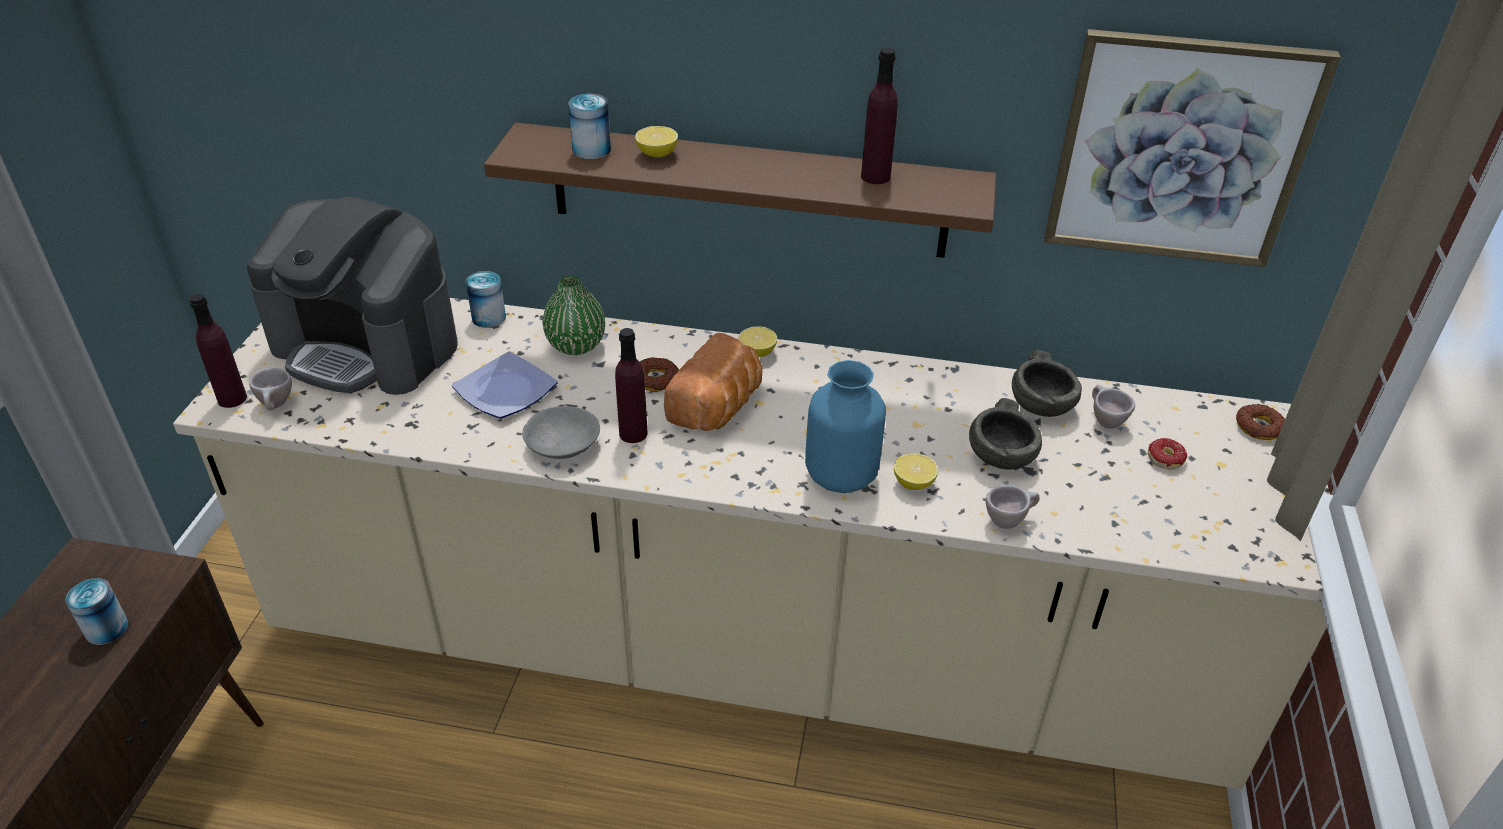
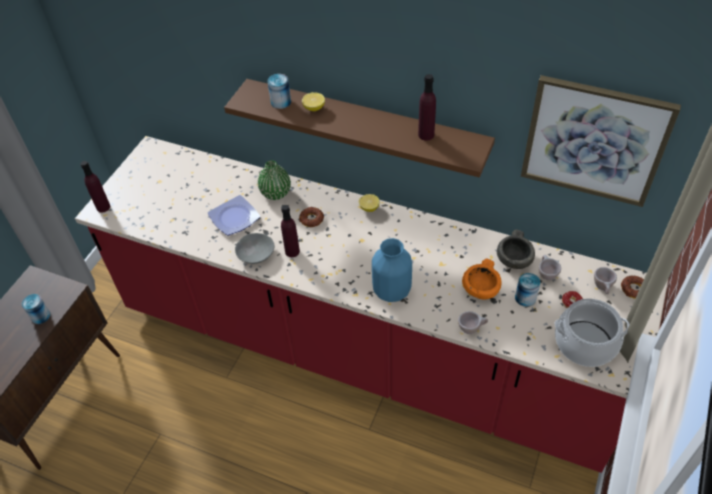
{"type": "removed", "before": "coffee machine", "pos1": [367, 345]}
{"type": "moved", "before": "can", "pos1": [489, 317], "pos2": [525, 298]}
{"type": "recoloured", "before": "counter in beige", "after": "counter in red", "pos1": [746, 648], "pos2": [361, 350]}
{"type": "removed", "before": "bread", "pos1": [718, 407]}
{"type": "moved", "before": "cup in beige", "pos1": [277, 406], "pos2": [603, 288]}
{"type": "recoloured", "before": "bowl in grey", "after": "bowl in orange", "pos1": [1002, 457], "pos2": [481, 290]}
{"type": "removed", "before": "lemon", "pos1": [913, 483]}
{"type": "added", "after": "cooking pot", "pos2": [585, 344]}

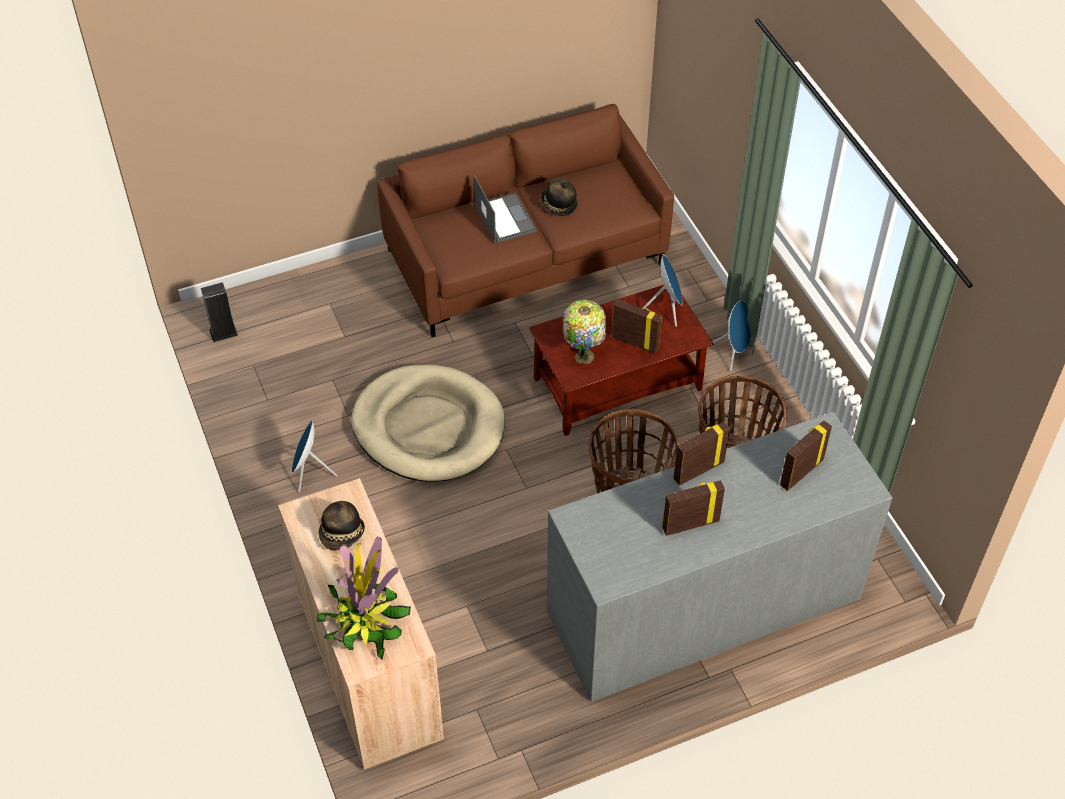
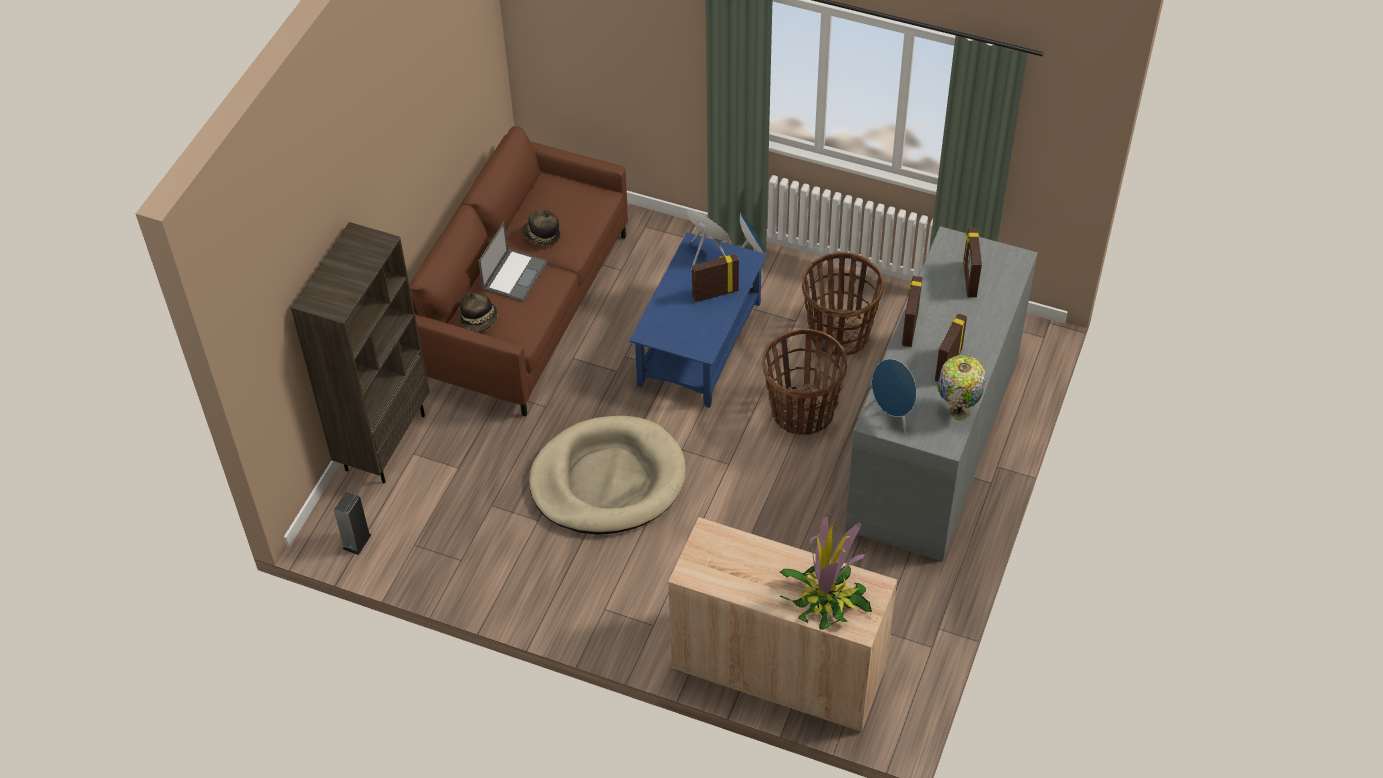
{"type": "turned", "before": "laptop", "pos1": [504, 218], "pos2": [515, 275], "turn": 90}
{"type": "recoloured", "before": "coffee table in brown", "after": "coffee table in blue", "pos1": [618, 383], "pos2": [699, 343]}
{"type": "moved", "before": "table lamp", "pos1": [583, 355], "pos2": [957, 411]}
{"type": "moved", "before": "speaker in blue", "pos1": [310, 473], "pos2": [893, 415]}
{"type": "moved", "before": "hat", "pos1": [342, 535], "pos2": [480, 319]}
{"type": "added", "after": "bookcase in brown", "pos2": [384, 441]}

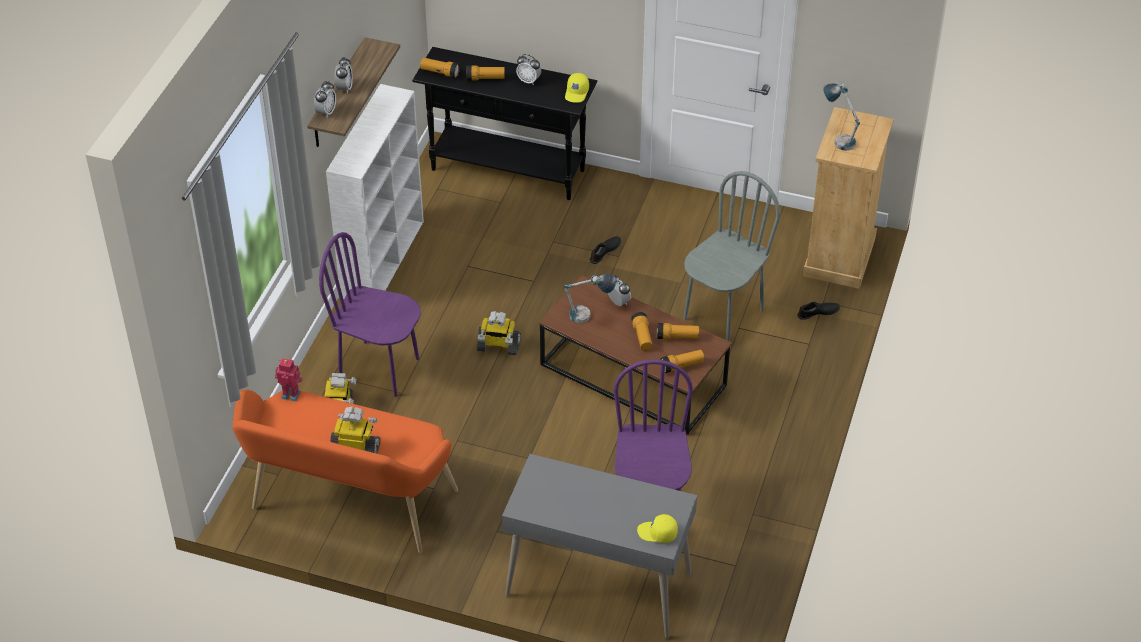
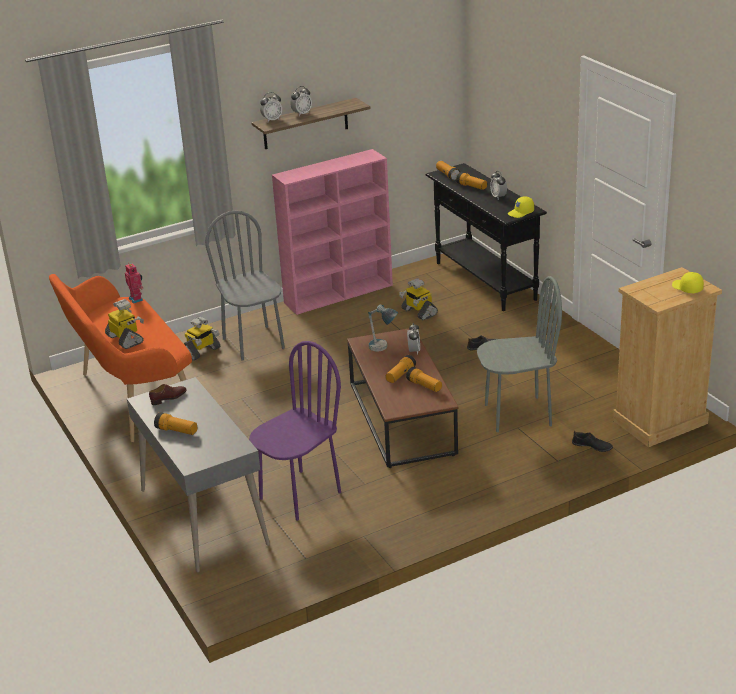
{"type": "removed", "before": "table lamp", "pos1": [838, 139]}
{"type": "recoloured", "before": "bookcase in white", "after": "bookcase in pink", "pos1": [383, 260], "pos2": [339, 293]}
{"type": "recoloured", "before": "chair in purple", "after": "chair in grey", "pos1": [379, 369], "pos2": [254, 343]}
{"type": "moved", "before": "toy robot", "pos1": [498, 346], "pos2": [418, 312]}
{"type": "moved", "before": "flashlight", "pos1": [682, 366], "pos2": [177, 431]}
{"type": "moved", "before": "cap in yellow", "pos1": [657, 533], "pos2": [687, 288]}
{"type": "added", "after": "shoe in brown", "pos2": [169, 398]}

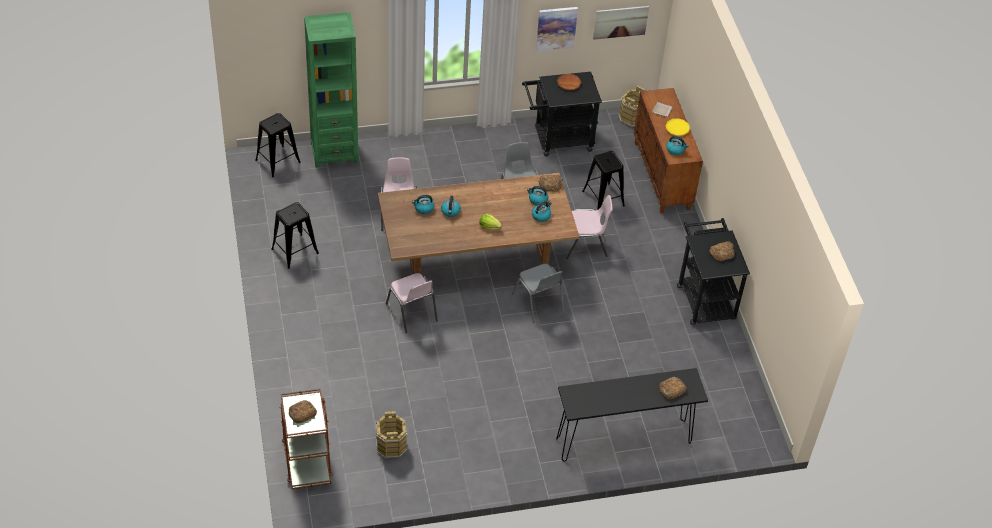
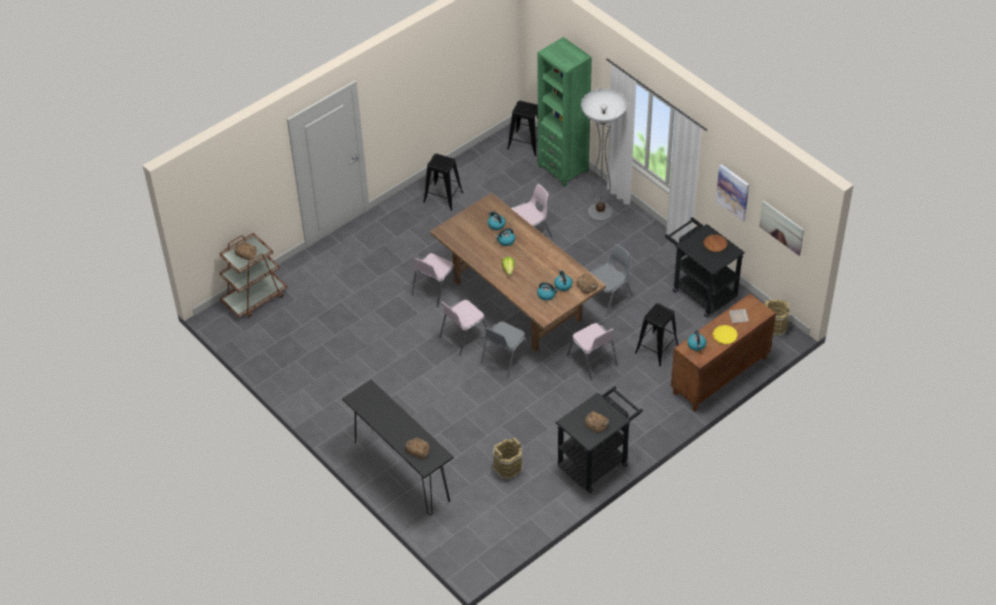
{"type": "moved", "before": "bucket in brown", "pos1": [391, 446], "pos2": [508, 468]}
{"type": "added", "after": "floor lamp", "pos2": [600, 212]}
{"type": "added", "after": "chair in pink", "pos2": [463, 336]}

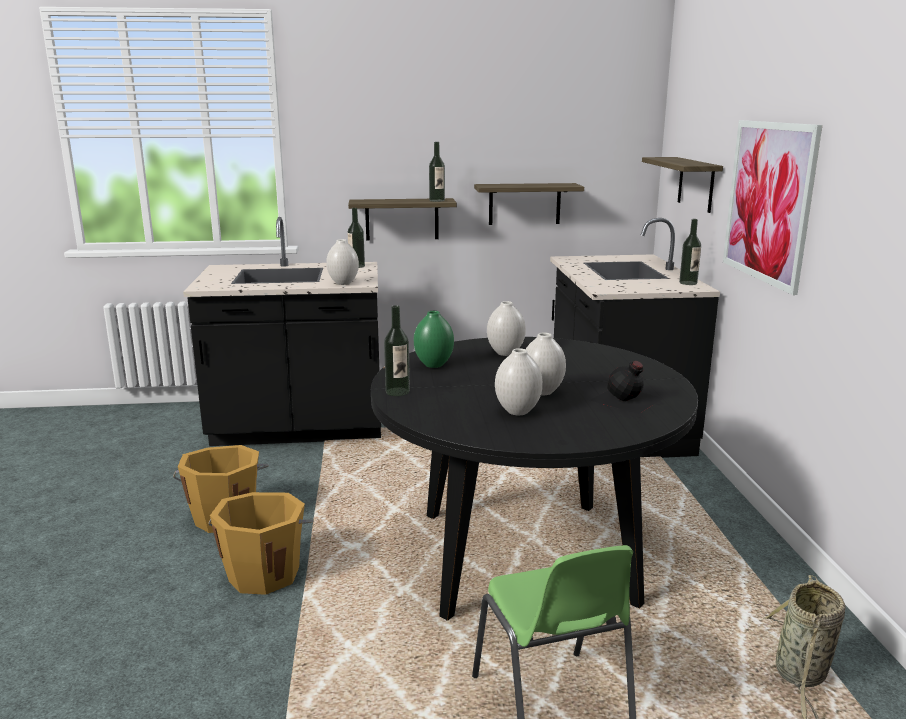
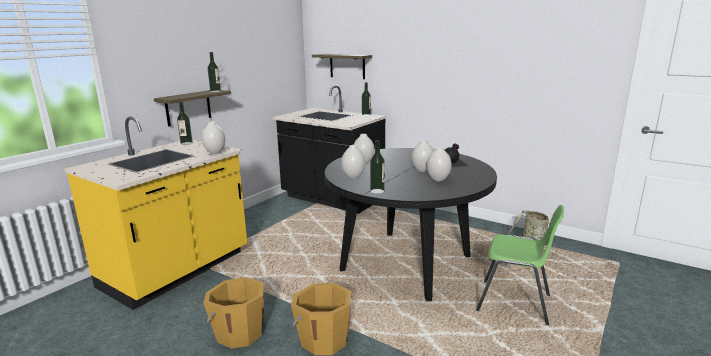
{"type": "removed", "before": "picture", "pos1": [768, 202]}
{"type": "removed", "before": "shelf", "pos1": [524, 204]}
{"type": "recoloured", "before": "counter in black", "after": "counter in yellow", "pos1": [299, 428], "pos2": [177, 271]}
{"type": "recoloured", "before": "vase in green", "after": "vase in white", "pos1": [434, 364], "pos2": [353, 176]}

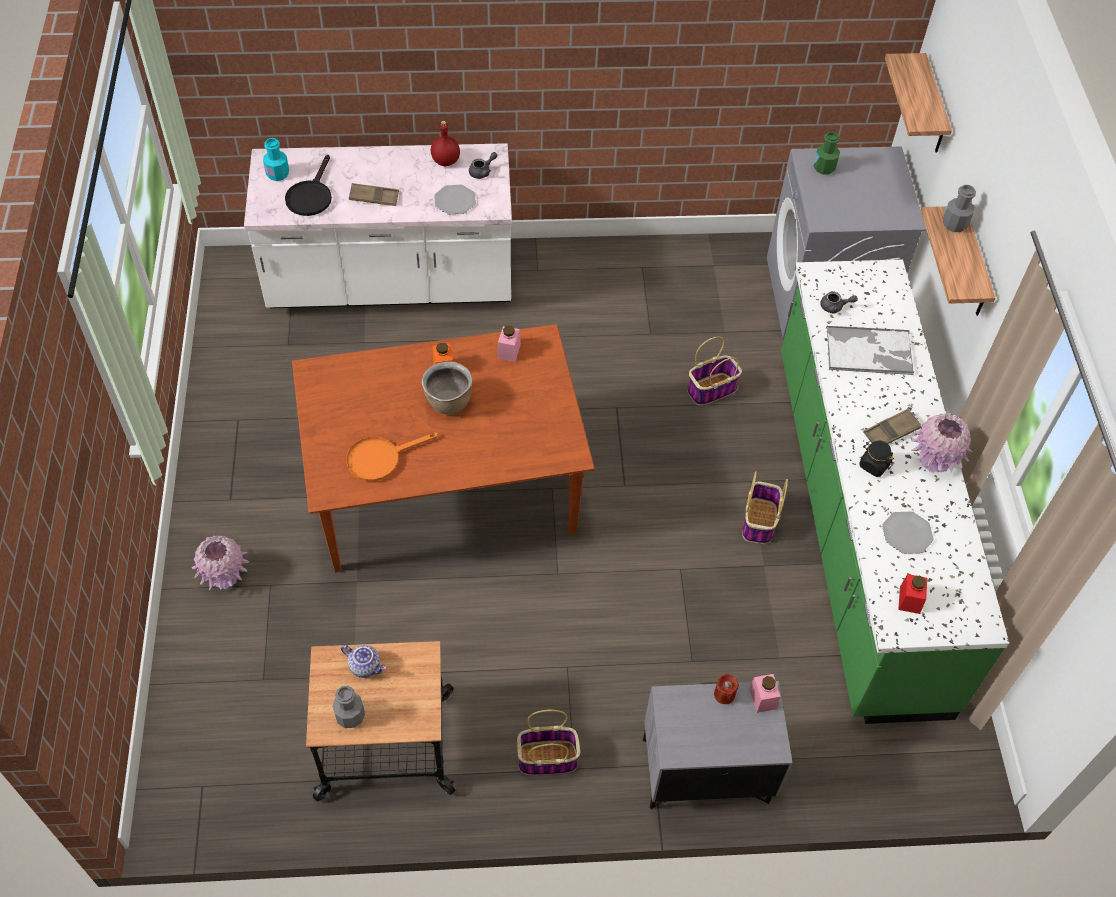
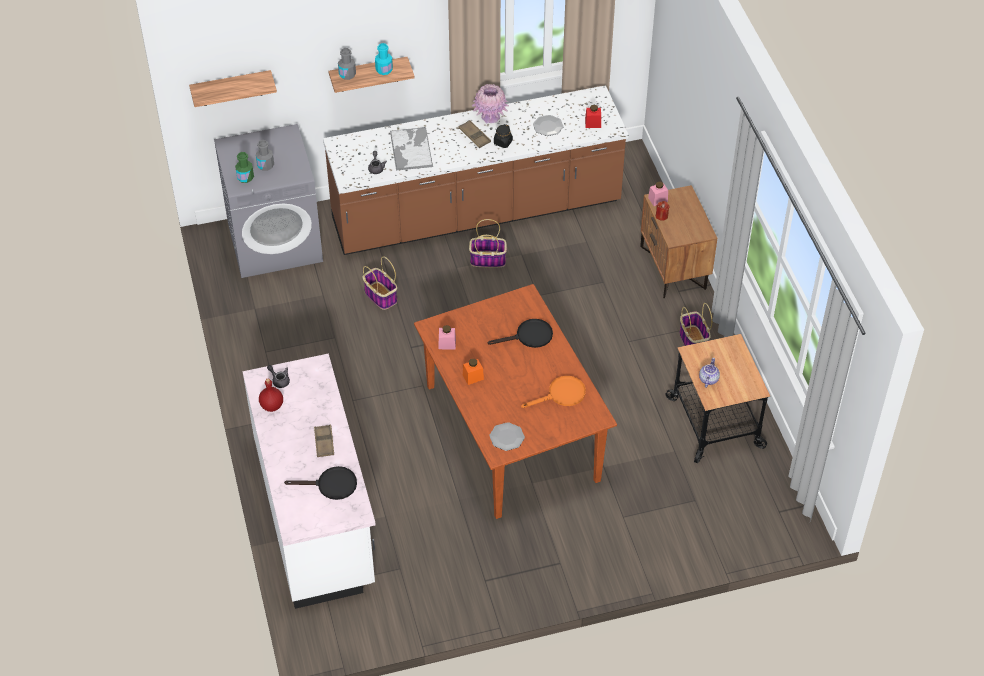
{"type": "moved", "before": "bottle in turquoise", "pos1": [278, 174], "pos2": [384, 70]}
{"type": "moved", "before": "plate", "pos1": [455, 200], "pos2": [507, 437]}
{"type": "recoloured", "before": "counter in green", "after": "counter in brown", "pos1": [856, 525], "pos2": [476, 213]}
{"type": "removed", "before": "cooking pot in brown", "pos1": [448, 402]}
{"type": "turned", "before": "frying pan in orange", "pos1": [380, 458], "pos2": [561, 395], "turn": -75}
{"type": "removed", "before": "vase in pink", "pos1": [224, 576]}
{"type": "recoloured", "before": "nightstand in grey", "after": "nightstand in brown", "pos1": [705, 772], "pos2": [674, 267]}
{"type": "moved", "before": "bottle in grey", "pos1": [350, 716], "pos2": [265, 165]}
{"type": "added", "after": "frying pan in black", "pos2": [529, 336]}

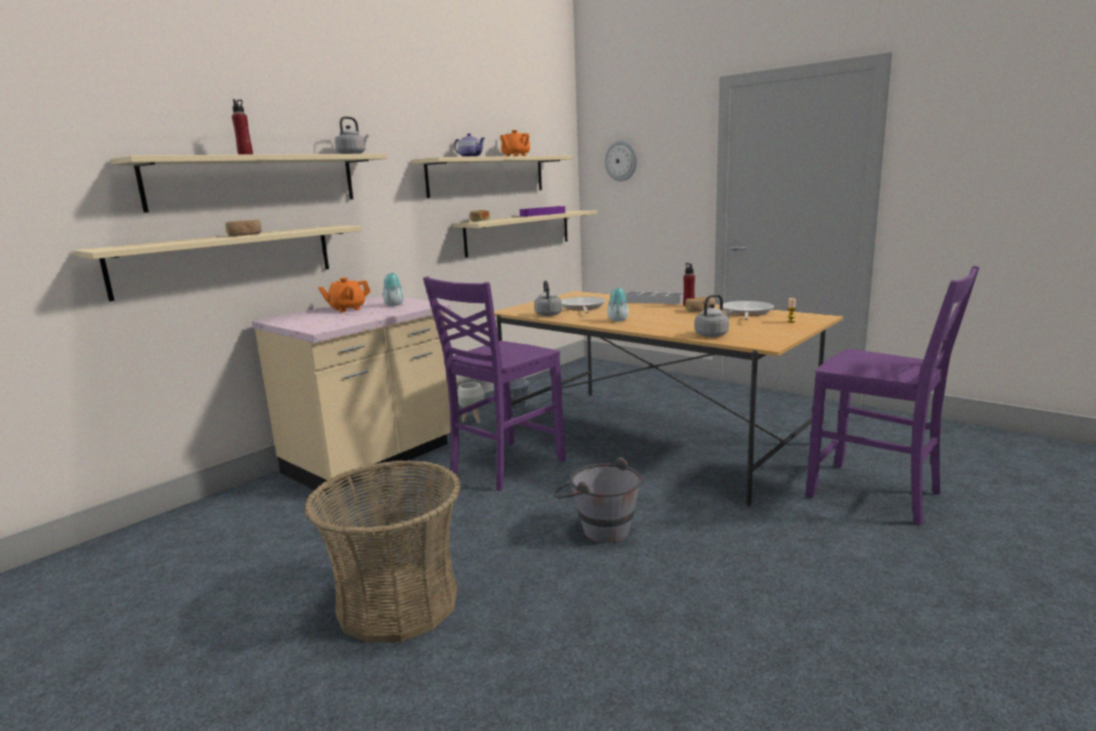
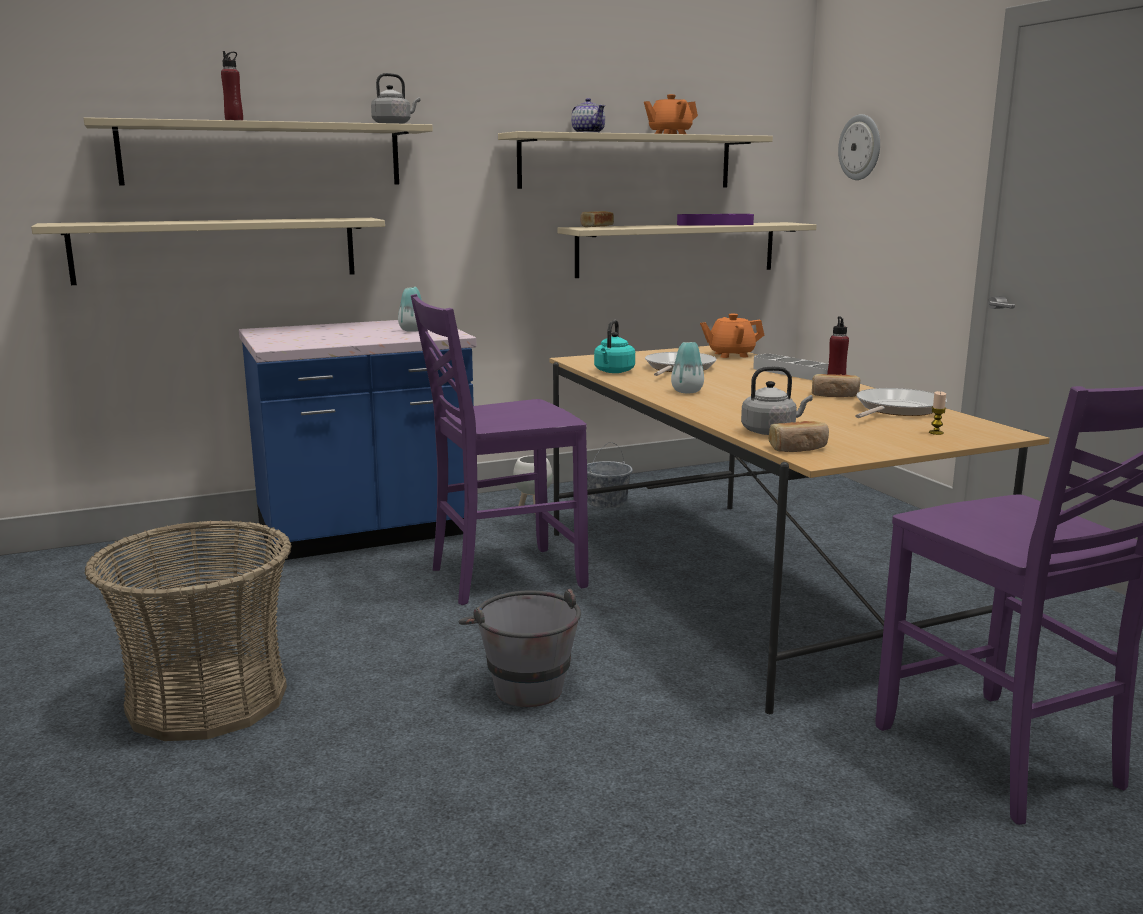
{"type": "moved", "before": "bread", "pos1": [245, 235], "pos2": [798, 448]}
{"type": "moved", "before": "teapot in orange", "pos1": [347, 309], "pos2": [730, 355]}
{"type": "recoloured", "before": "kettle in grey", "after": "kettle in turquoise", "pos1": [548, 315], "pos2": [613, 371]}
{"type": "recoloured", "before": "counter in beige", "after": "counter in blue", "pos1": [373, 460], "pos2": [366, 533]}

